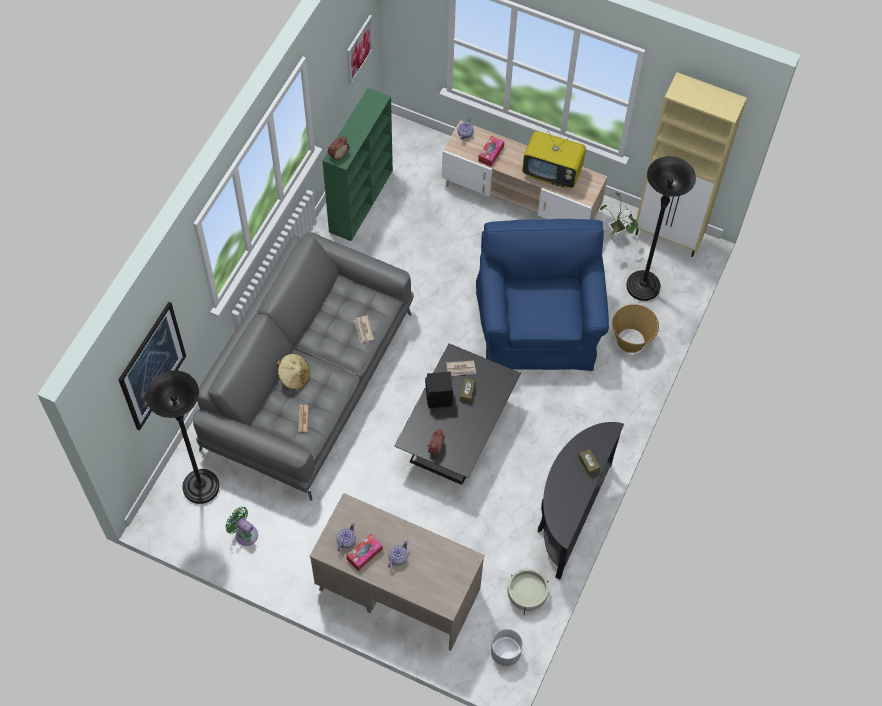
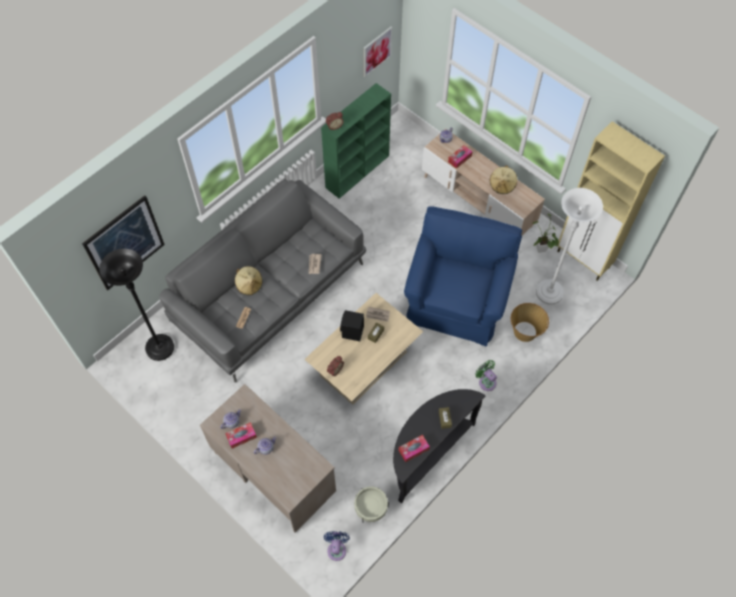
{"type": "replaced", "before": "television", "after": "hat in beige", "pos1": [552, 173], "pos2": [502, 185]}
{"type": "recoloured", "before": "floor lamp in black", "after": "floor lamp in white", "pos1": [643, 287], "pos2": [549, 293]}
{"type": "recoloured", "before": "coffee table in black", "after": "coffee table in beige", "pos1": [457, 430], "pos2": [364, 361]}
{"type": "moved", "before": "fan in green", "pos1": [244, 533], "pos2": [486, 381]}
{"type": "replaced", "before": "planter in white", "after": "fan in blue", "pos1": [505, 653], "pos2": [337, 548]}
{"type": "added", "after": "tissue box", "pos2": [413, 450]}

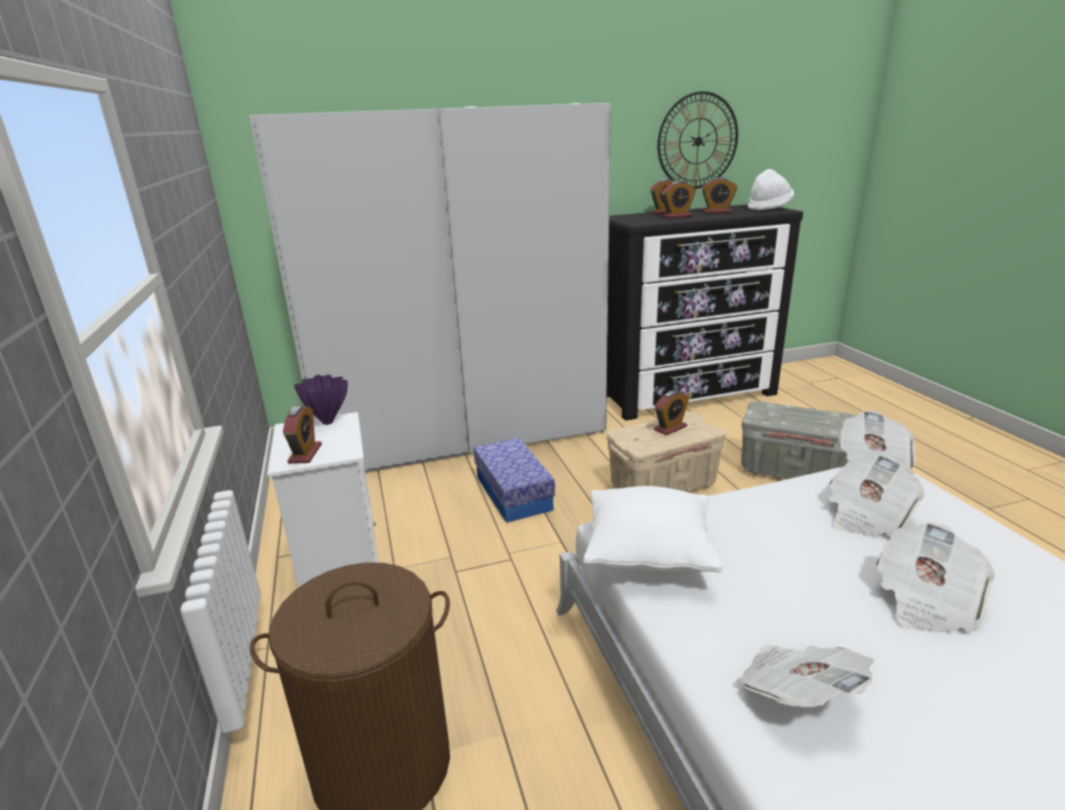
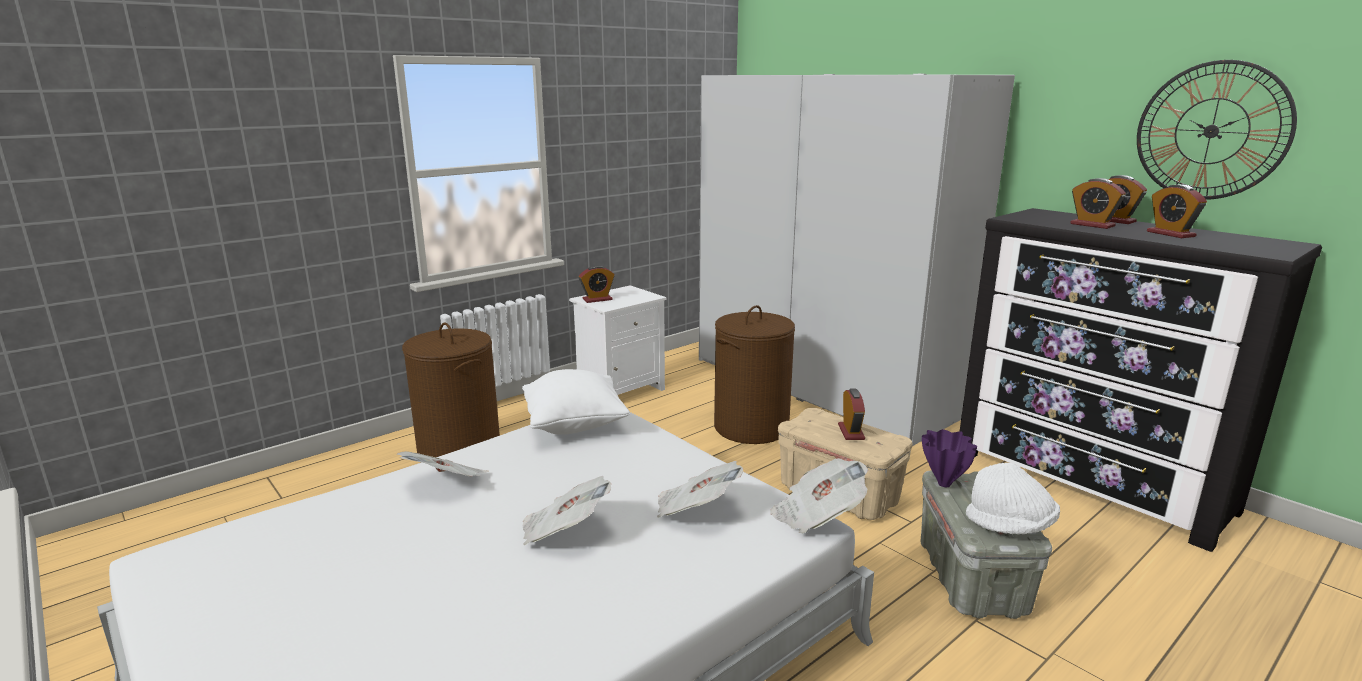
{"type": "moved", "before": "hat in white", "pos1": [769, 208], "pos2": [1010, 525]}
{"type": "moved", "before": "vase in purple", "pos1": [326, 422], "pos2": [943, 483]}
{"type": "turned", "before": "alarm clock", "pos1": [670, 428], "pos2": [851, 432], "turn": -120}
{"type": "replaced", "before": "storage box", "after": "laundry basket in brown", "pos1": [513, 493], "pos2": [751, 427]}

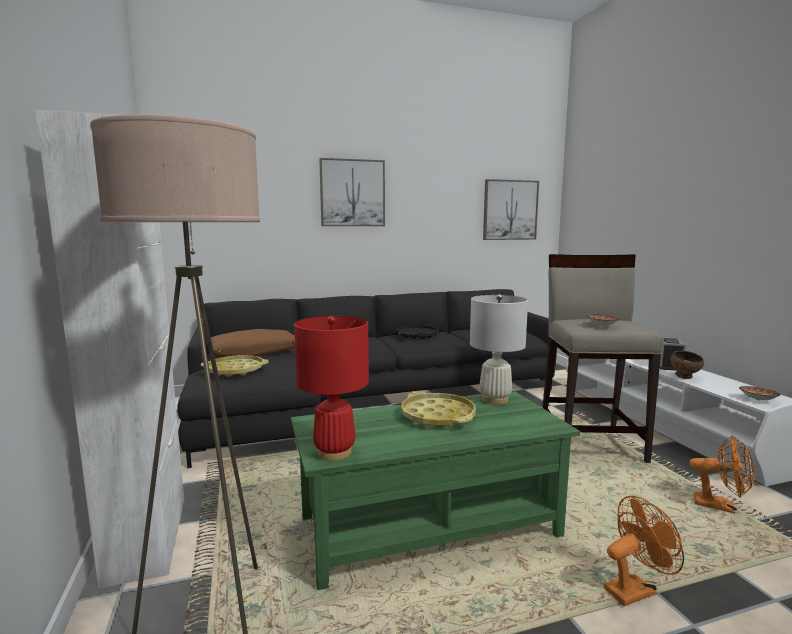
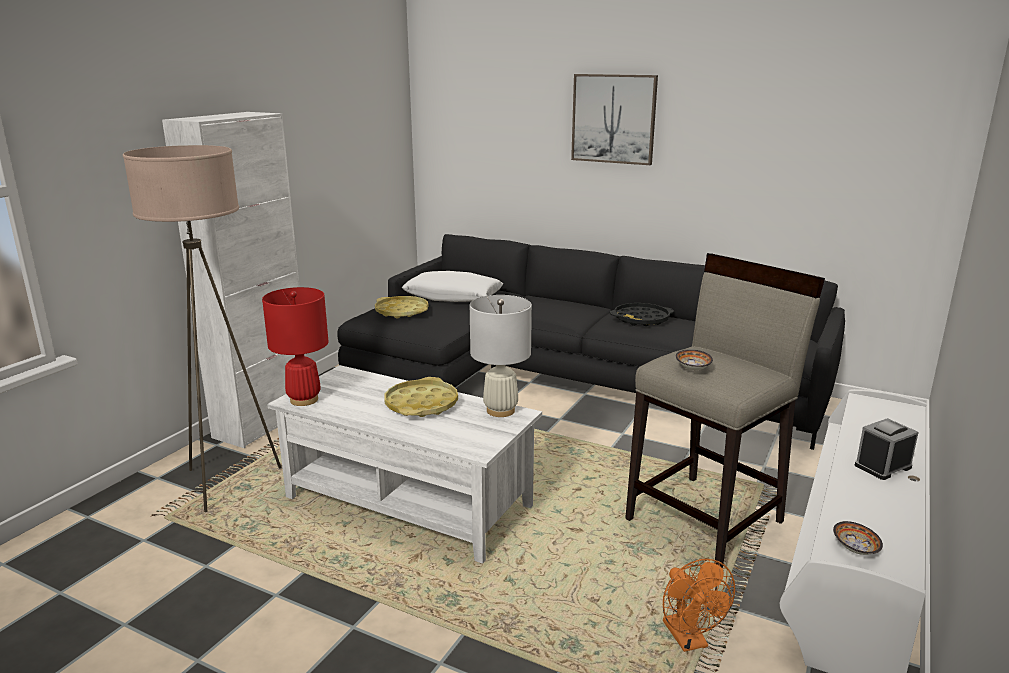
{"type": "removed", "before": "picture", "pos1": [510, 210]}
{"type": "recoloured", "before": "pillow in brown", "after": "pillow in white", "pos1": [253, 353], "pos2": [453, 297]}
{"type": "removed", "before": "bowl in brown", "pos1": [685, 377]}
{"type": "recoloured", "before": "coffee table in green", "after": "coffee table in white", "pos1": [429, 527], "pos2": [409, 502]}
{"type": "removed", "before": "fan in orange", "pos1": [635, 589]}

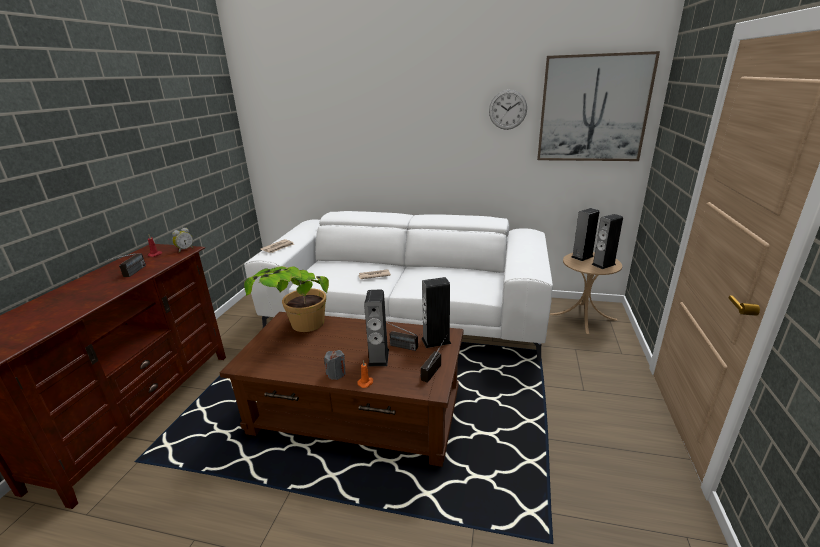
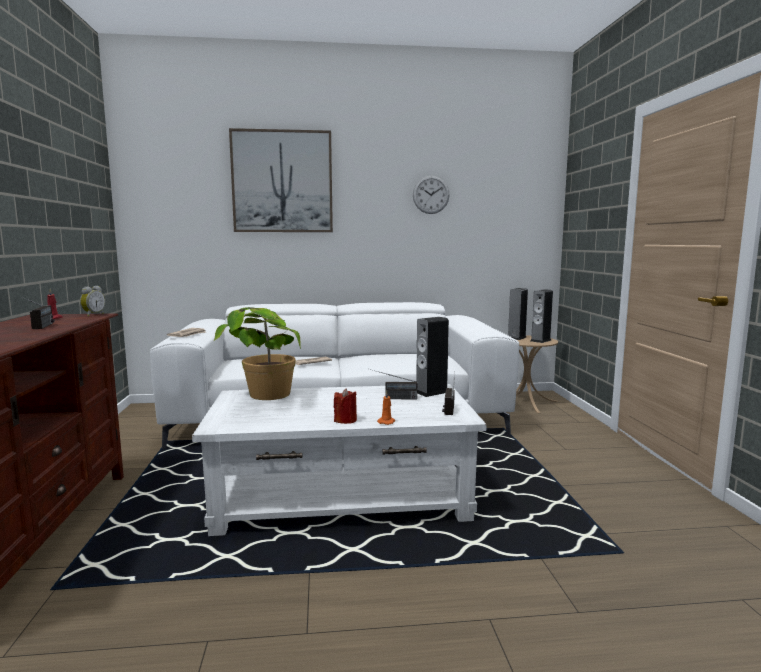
{"type": "moved", "before": "picture", "pos1": [593, 109], "pos2": [282, 182]}
{"type": "removed", "before": "speaker", "pos1": [378, 357]}
{"type": "recoloured", "before": "coffee table in brown", "after": "coffee table in white", "pos1": [357, 413], "pos2": [343, 498]}
{"type": "recoloured", "before": "candle in grey", "after": "candle in red", "pos1": [336, 374], "pos2": [345, 420]}

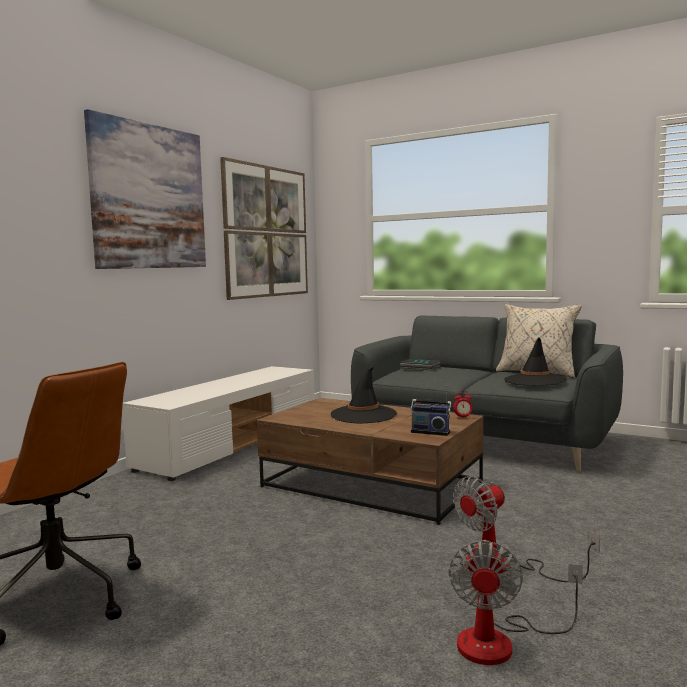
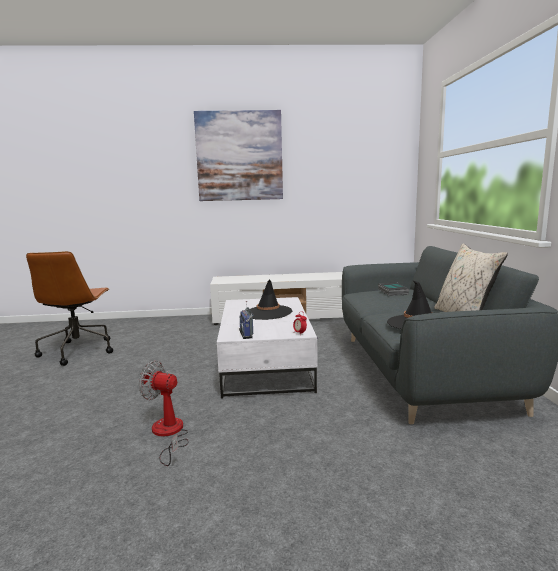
{"type": "removed", "before": "picture", "pos1": [266, 232]}
{"type": "recoloured", "before": "coffee table in brown", "after": "coffee table in white", "pos1": [372, 485], "pos2": [266, 363]}
{"type": "removed", "before": "fan", "pos1": [501, 641]}

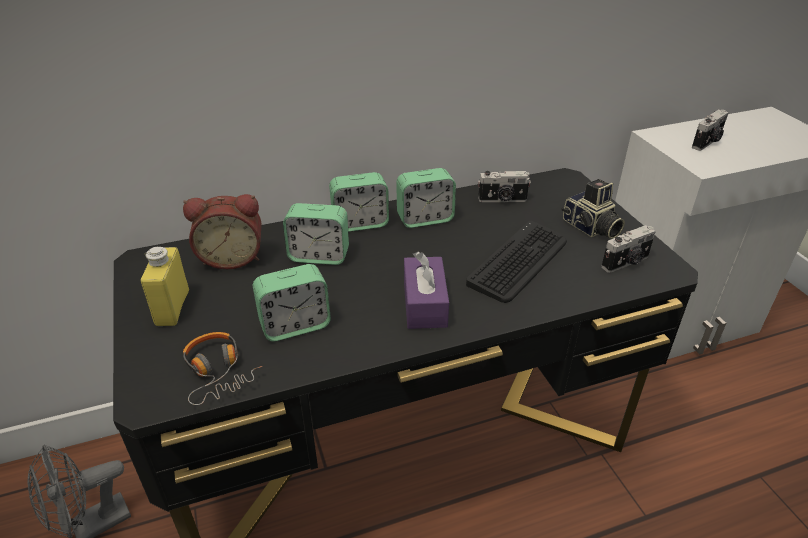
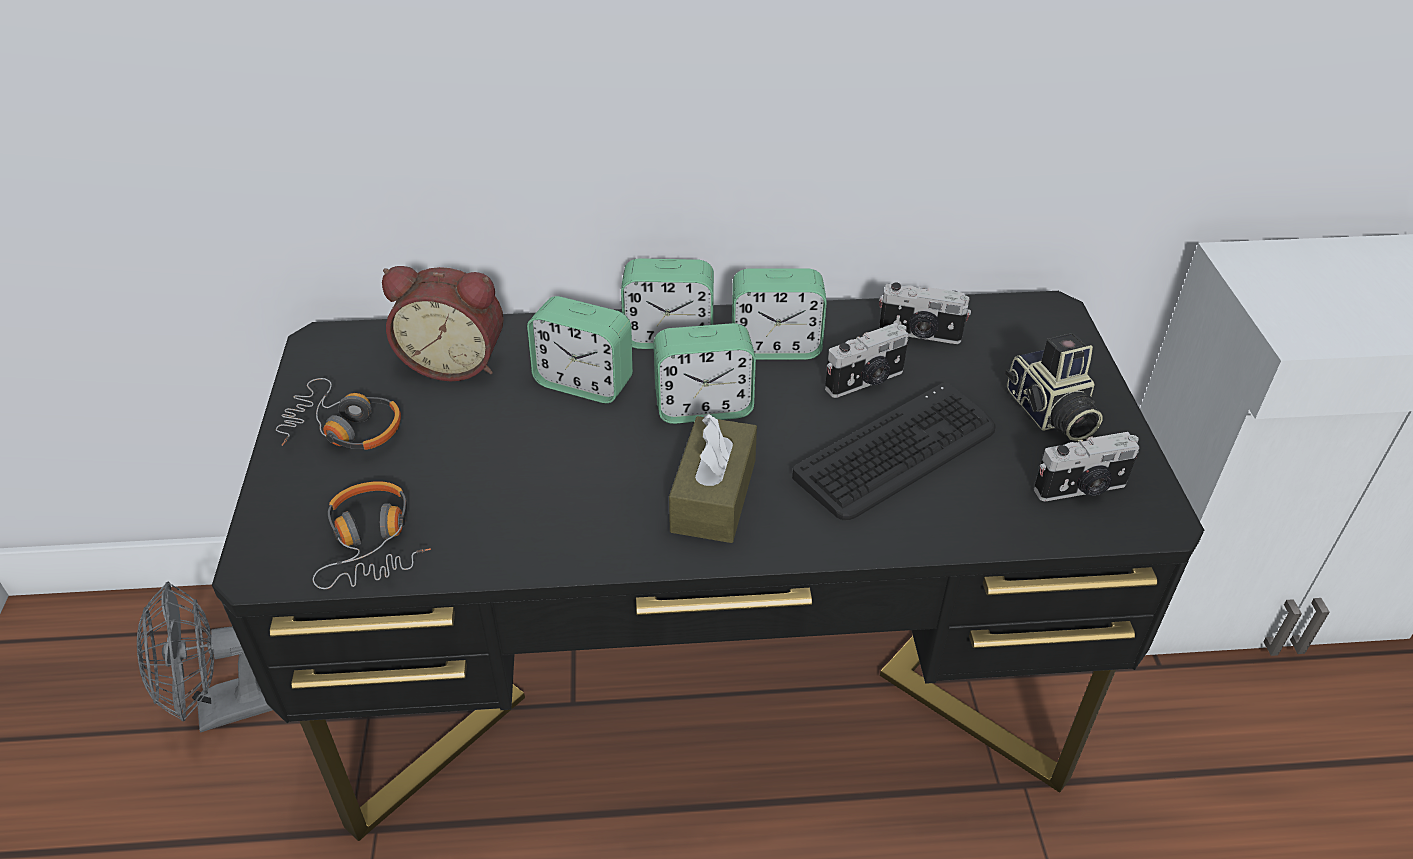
{"type": "moved", "before": "photo camera", "pos1": [707, 142], "pos2": [866, 381]}
{"type": "replaced", "before": "bottle in yellow", "after": "headphones", "pos1": [172, 308], "pos2": [343, 429]}
{"type": "recoloured", "before": "tissue box in purple", "after": "tissue box in brown", "pos1": [424, 303], "pos2": [713, 496]}
{"type": "moved", "before": "alarm clock", "pos1": [295, 325], "pos2": [703, 407]}

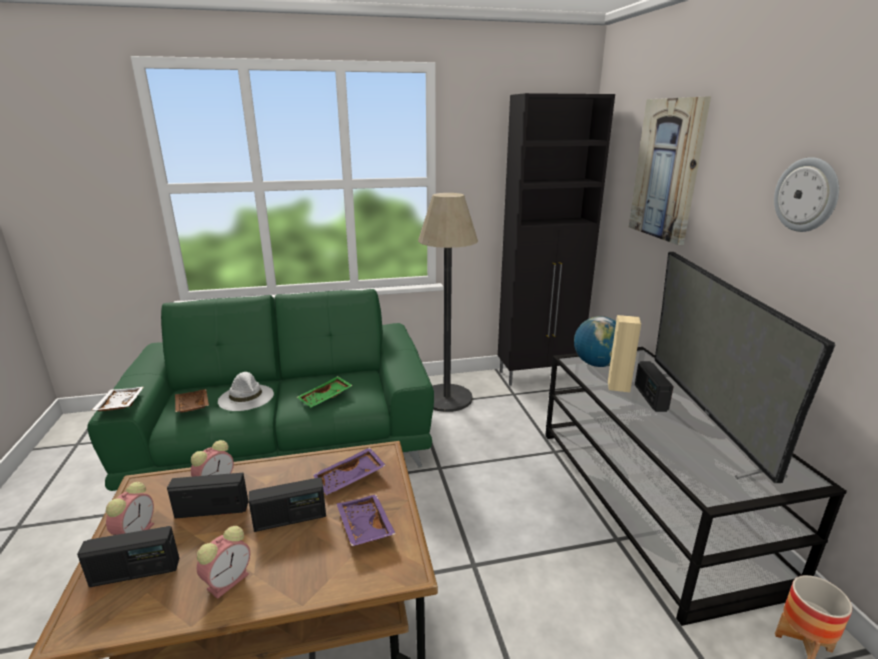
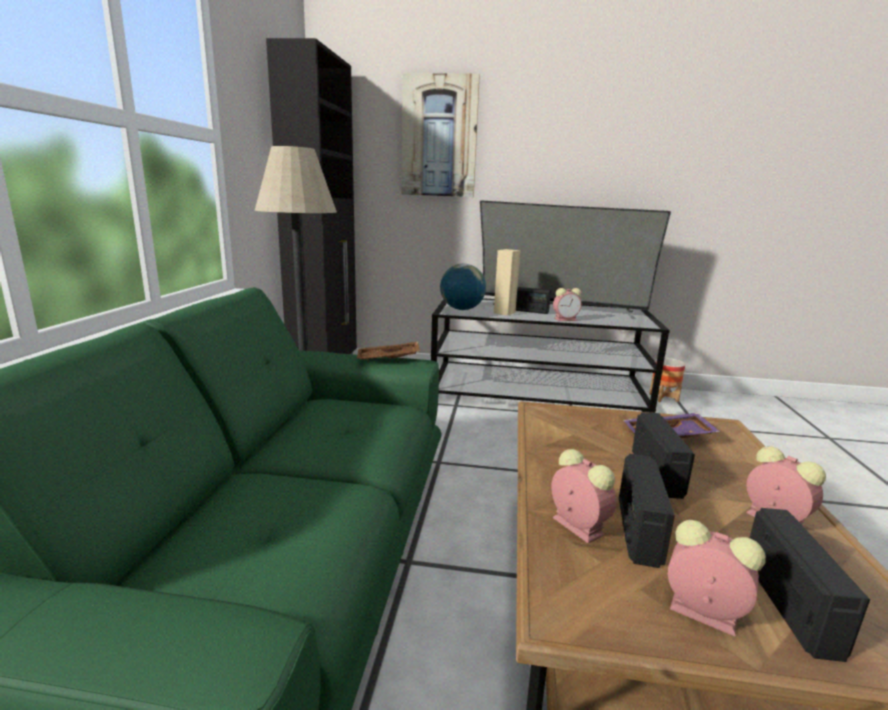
{"type": "removed", "before": "wall clock", "pos1": [806, 195]}
{"type": "removed", "before": "hat in white", "pos1": [246, 397]}
{"type": "removed", "before": "tray in green", "pos1": [326, 398]}
{"type": "removed", "before": "tray in white", "pos1": [119, 405]}
{"type": "moved", "before": "tray in brown", "pos1": [191, 406], "pos2": [388, 359]}
{"type": "removed", "before": "tray in purple", "pos1": [350, 478]}
{"type": "added", "after": "alarm clock", "pos2": [566, 319]}

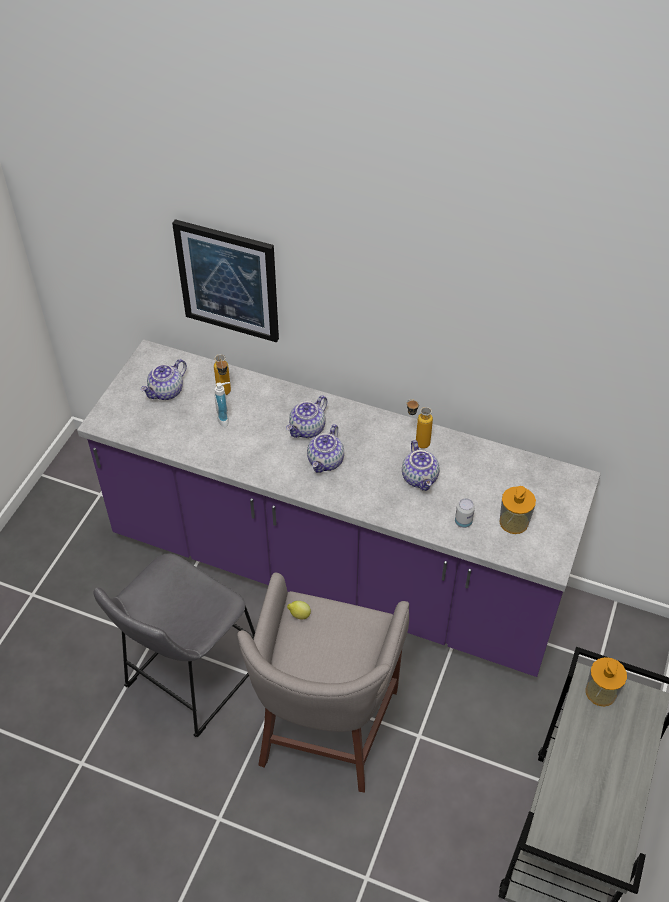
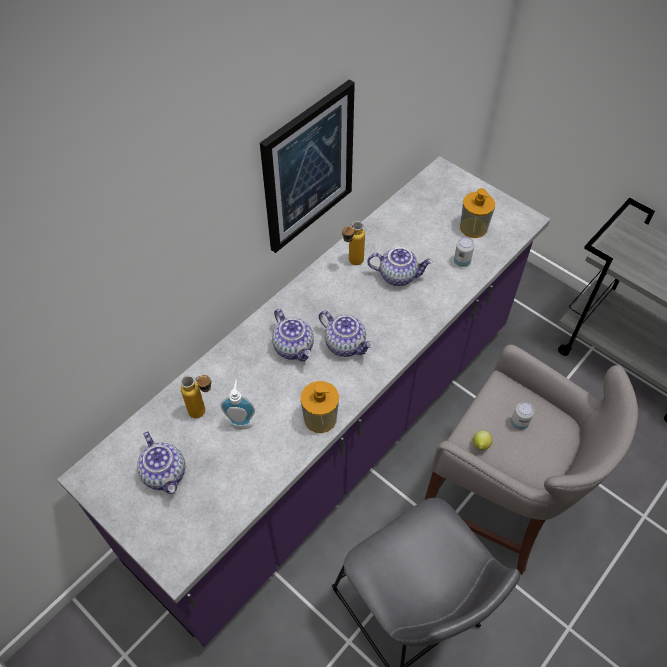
{"type": "moved", "before": "picture", "pos1": [228, 281], "pos2": [308, 168]}
{"type": "moved", "before": "soap dispenser", "pos1": [601, 692], "pos2": [320, 418]}
{"type": "added", "after": "can", "pos2": [519, 423]}

